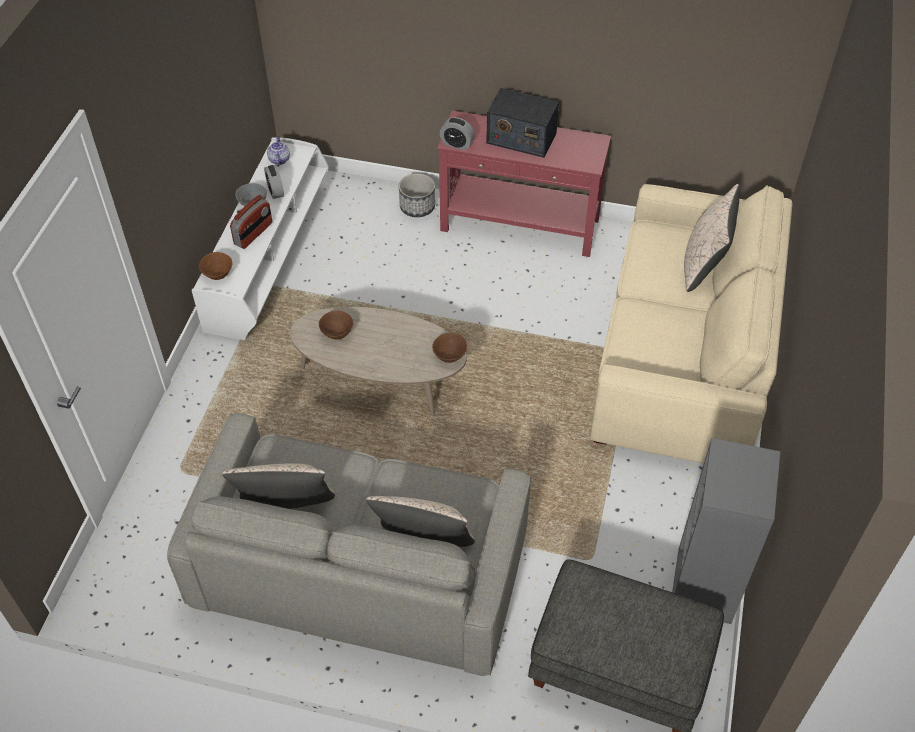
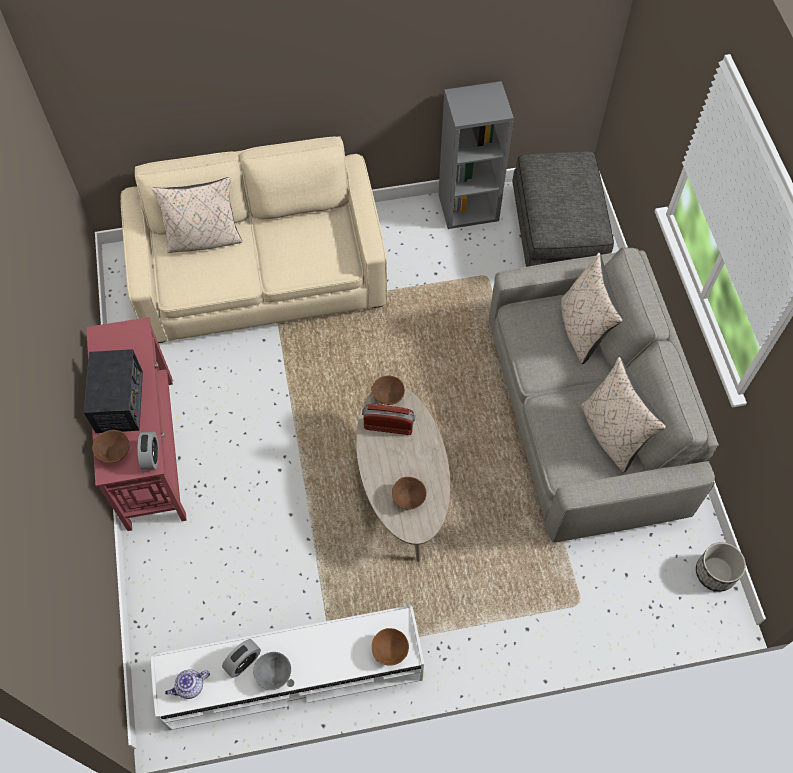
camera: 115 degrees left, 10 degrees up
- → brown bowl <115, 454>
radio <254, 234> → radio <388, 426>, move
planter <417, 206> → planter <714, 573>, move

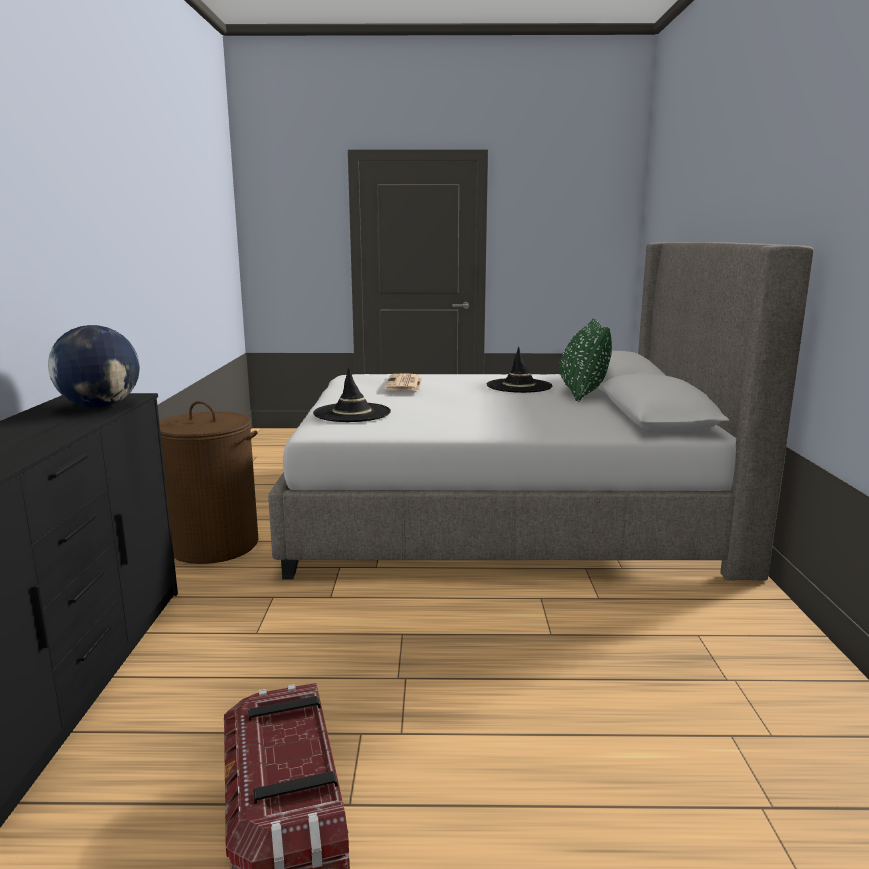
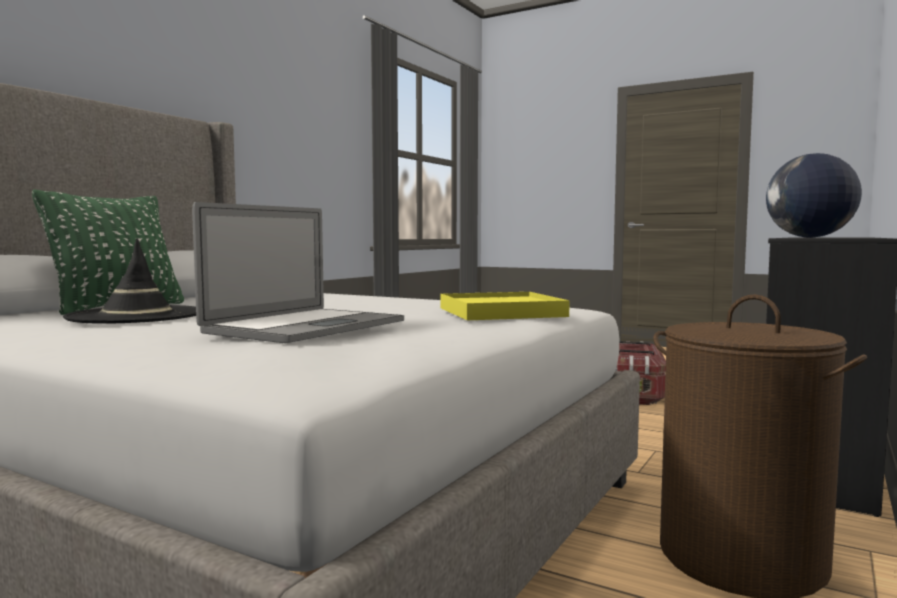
camera: 150 degrees left, 10 degrees down
newspaper <404, 384> → laptop <306, 326>
black hat <352, 413> → yellow tray <501, 312>

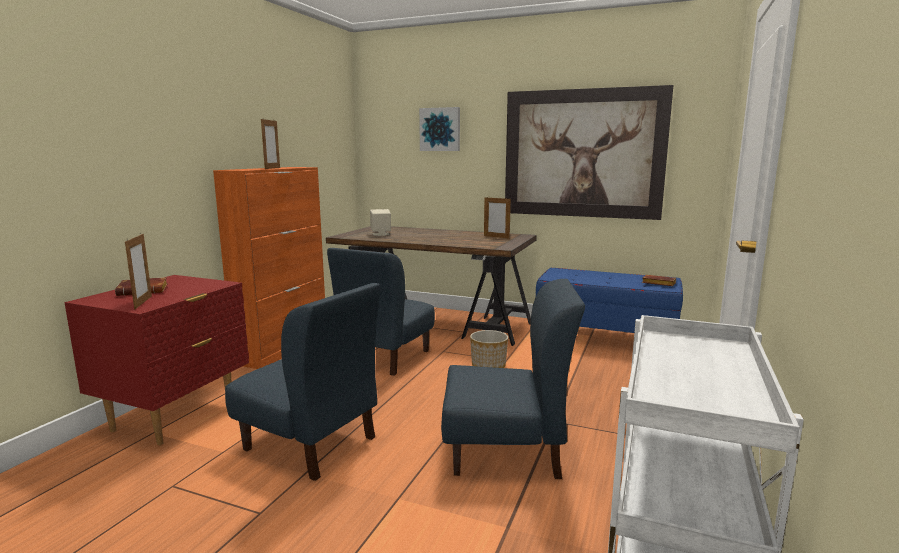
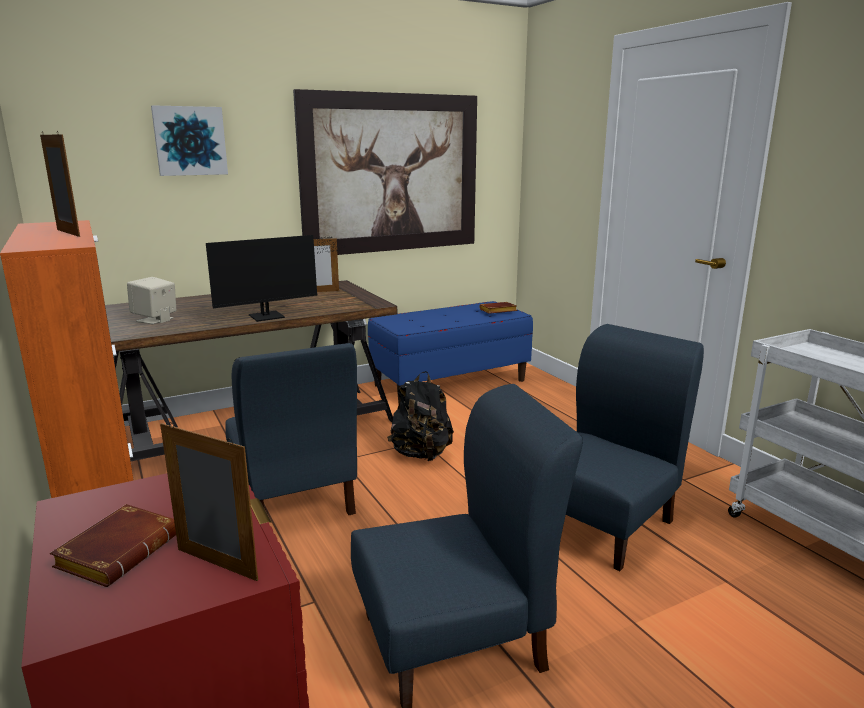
camera: 50 degrees left, 5 degrees up
- → monitor <272, 316>
planter <489, 366> → black backpack <421, 454>

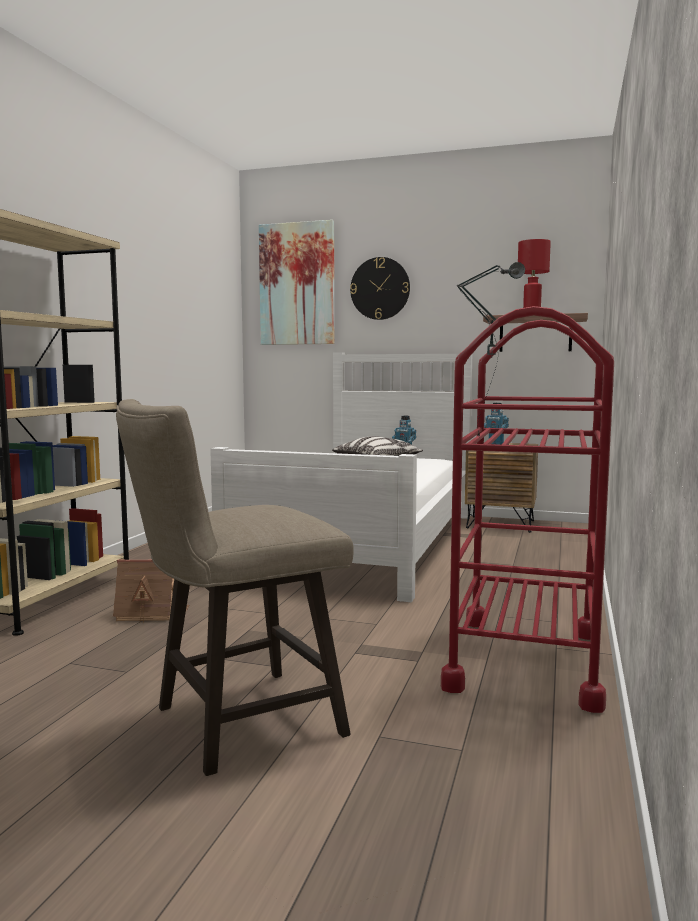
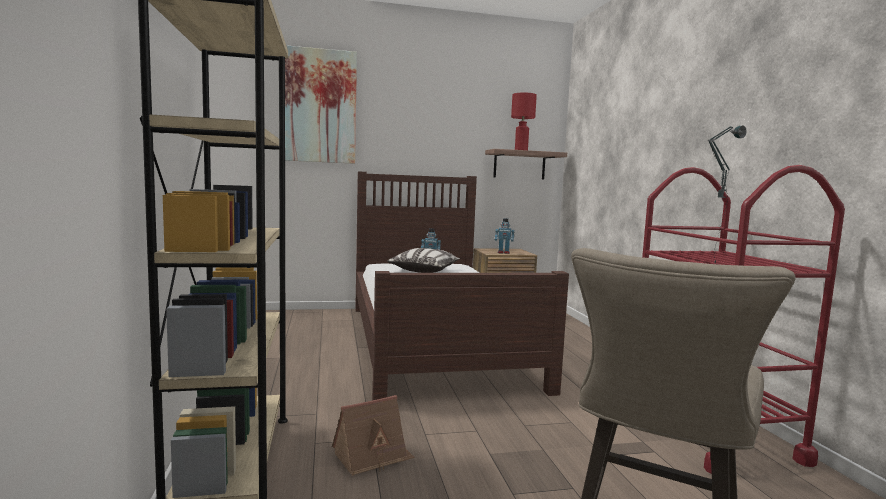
camera: 30 degrees left, 0 degrees up
white bed <365, 543> → brown bed <434, 342>
wall clock <380, 288> → -

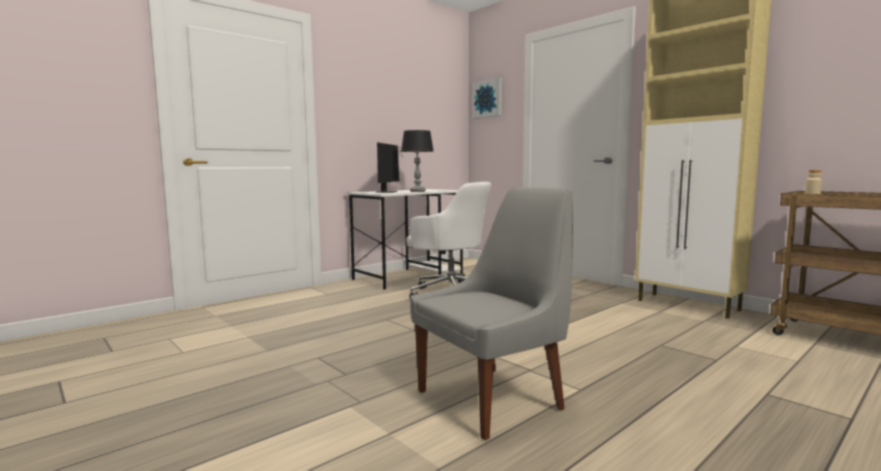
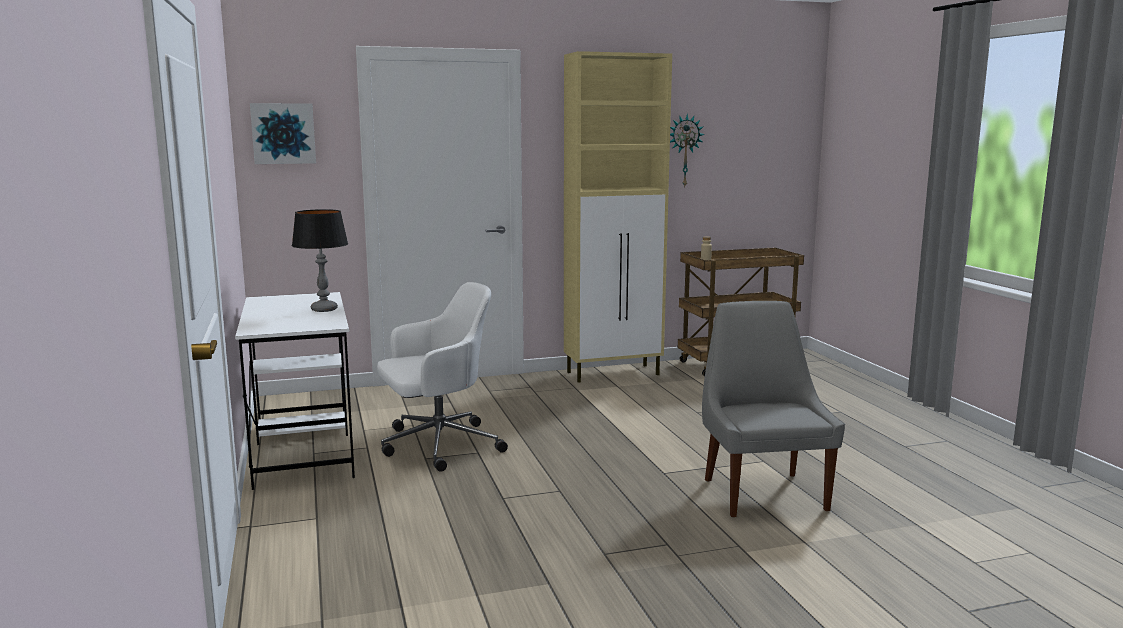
camera: 65 degrees left, 5 degrees up
- → wall clock <684, 150>
monitor <388, 192> → -

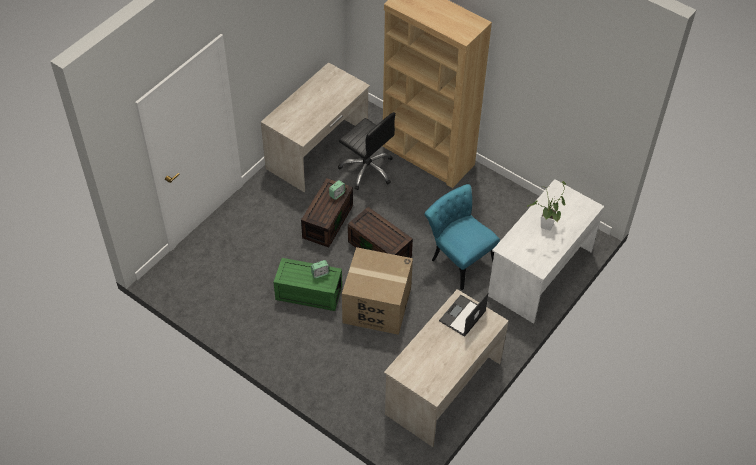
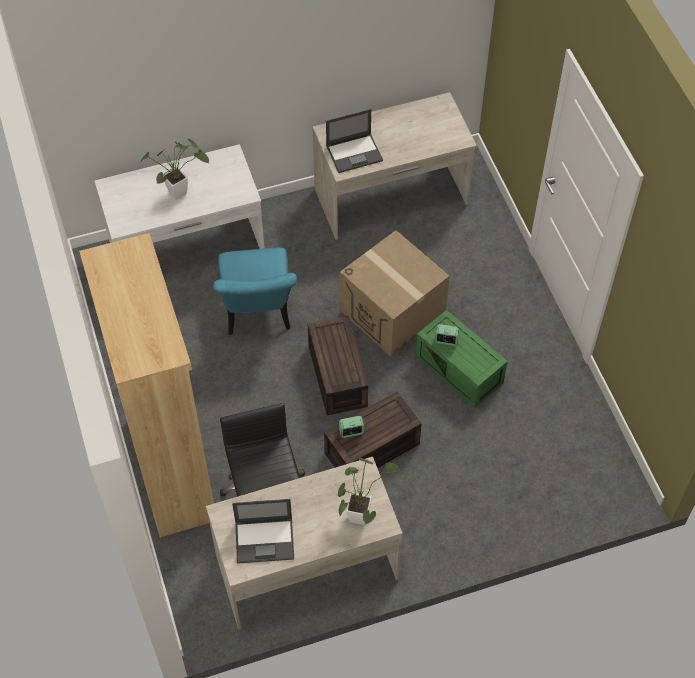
camera: 145 degrees left, 5 degrees up
- → laptop <265, 540>
- → potted plant <360, 513>

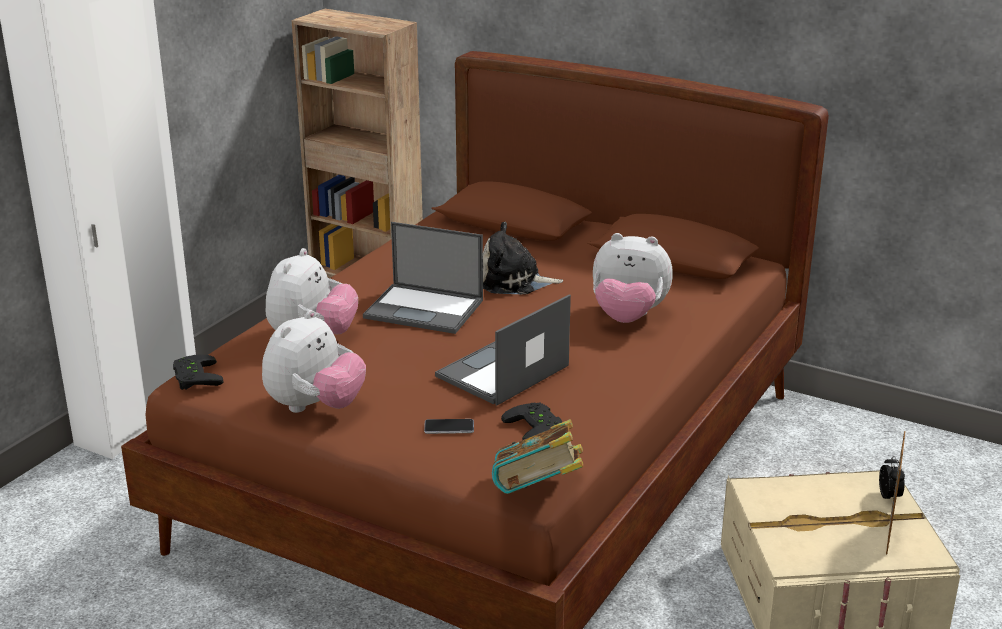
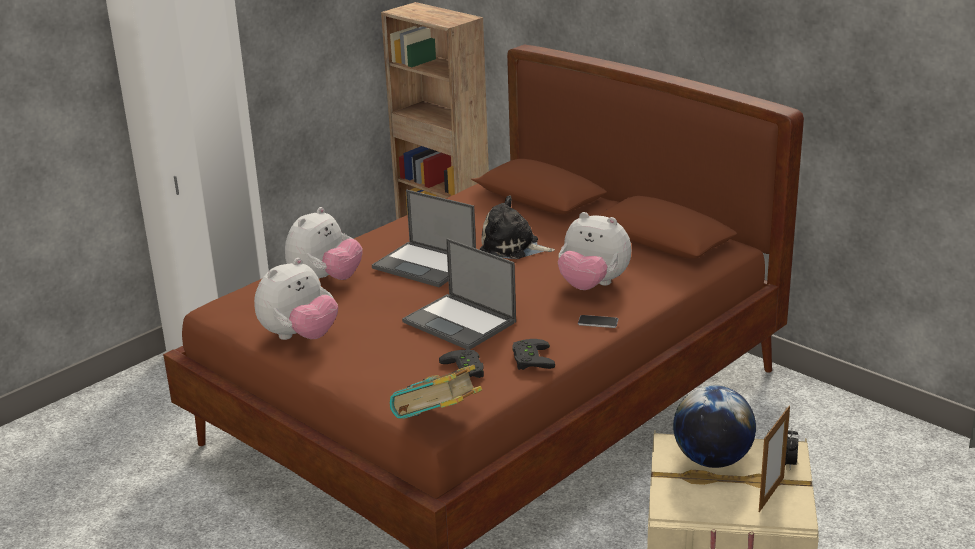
camera: 15 degrees right, 0 degrees up
laptop <502, 372> → laptop <460, 322>, 105 degrees counterclockwise
black game controller <193, 377> → black game controller <529, 359>, move
phone <449, 427> → phone <598, 322>, move
- → globe <712, 460>

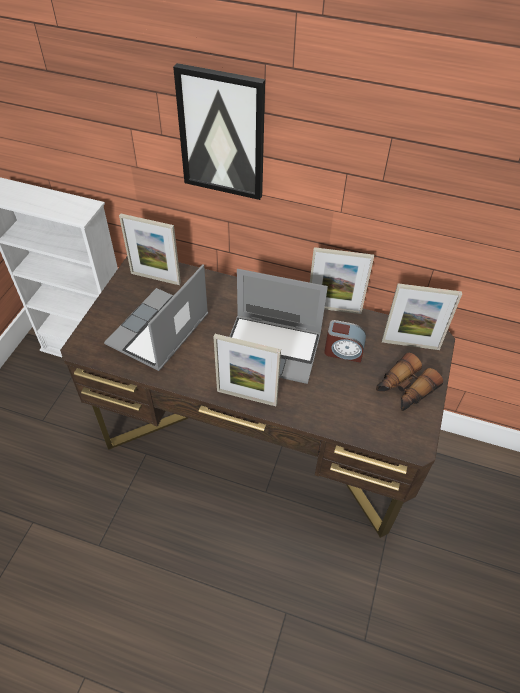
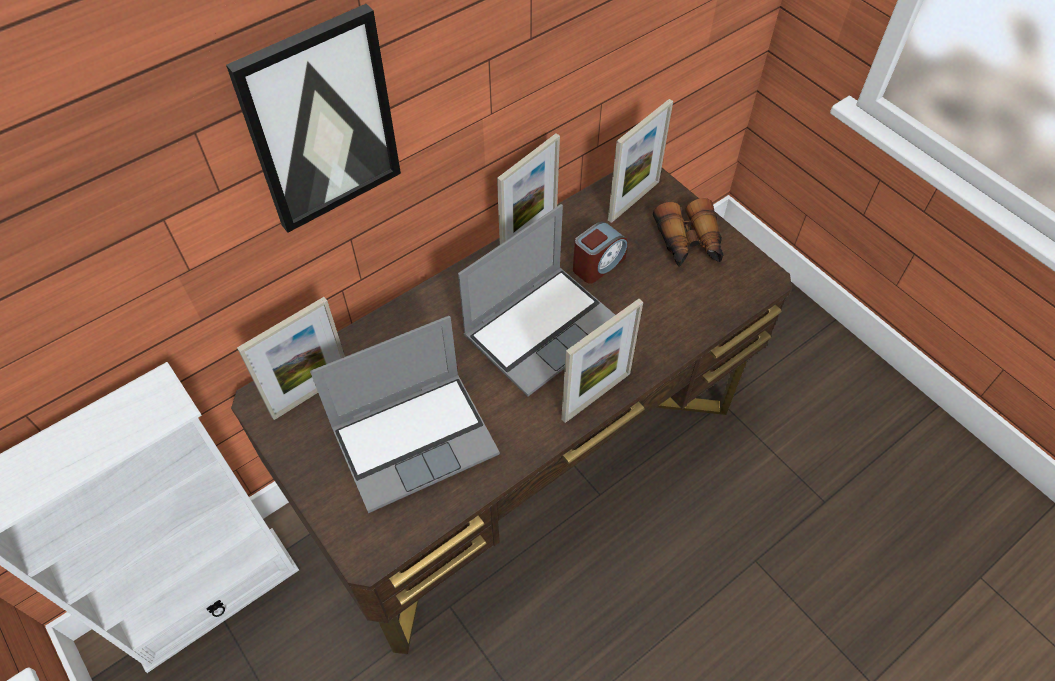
camera: 55 degrees left, 5 degrees up
laptop <159, 332> → laptop <416, 439>, 90 degrees counterclockwise

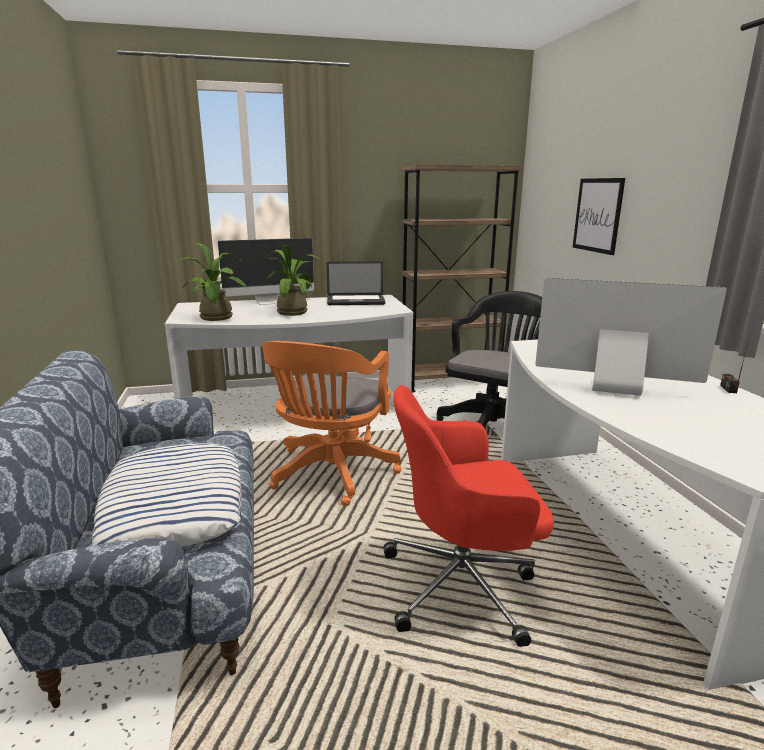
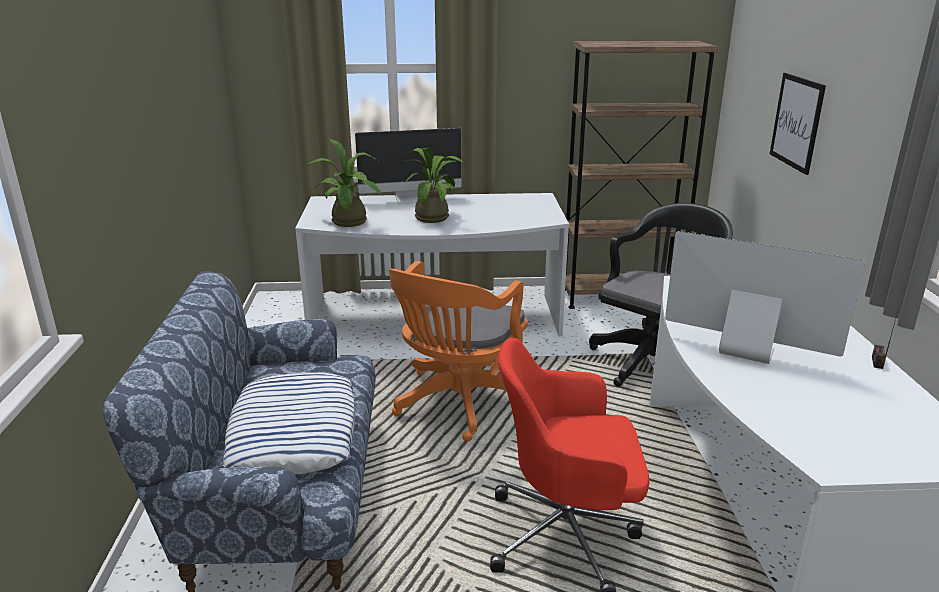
camera: 10 degrees right, 5 degrees up
laptop <355, 301> → -

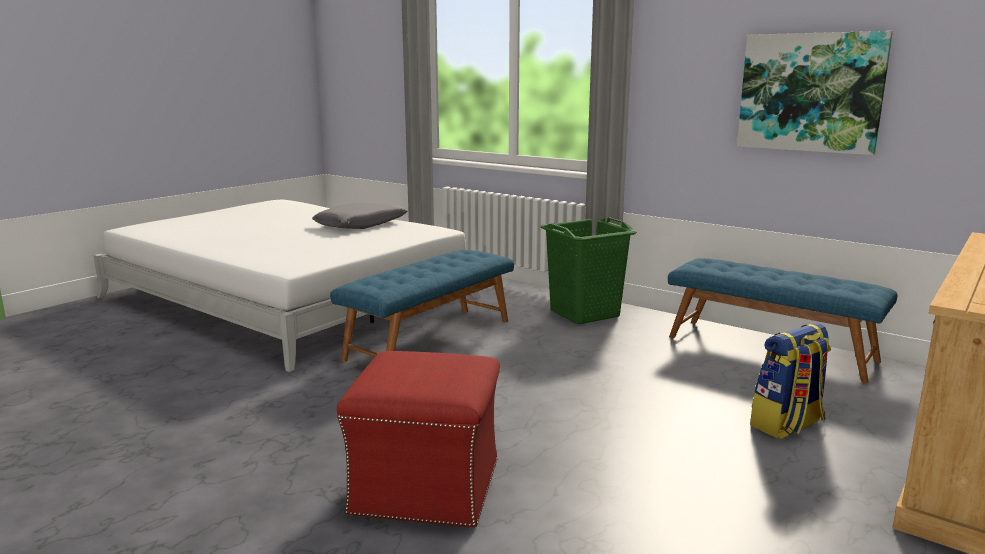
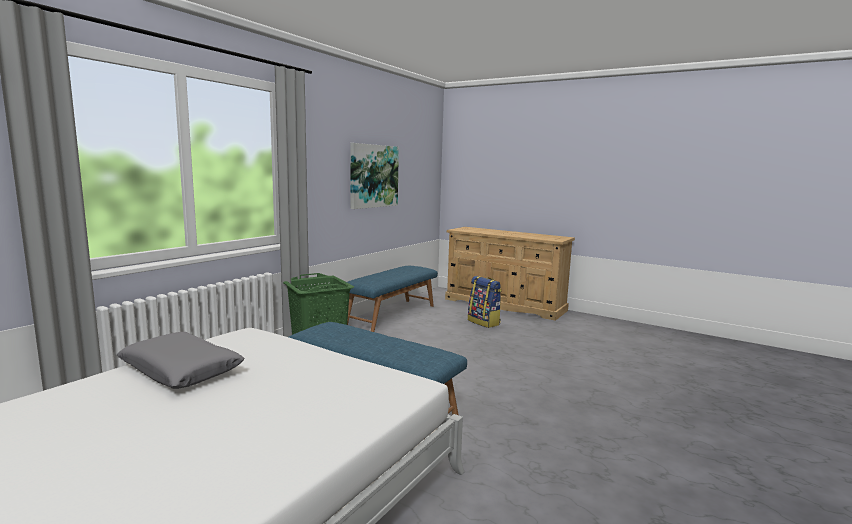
camera: 95 degrees left, 5 degrees down
red ottoman <428, 487> → -

